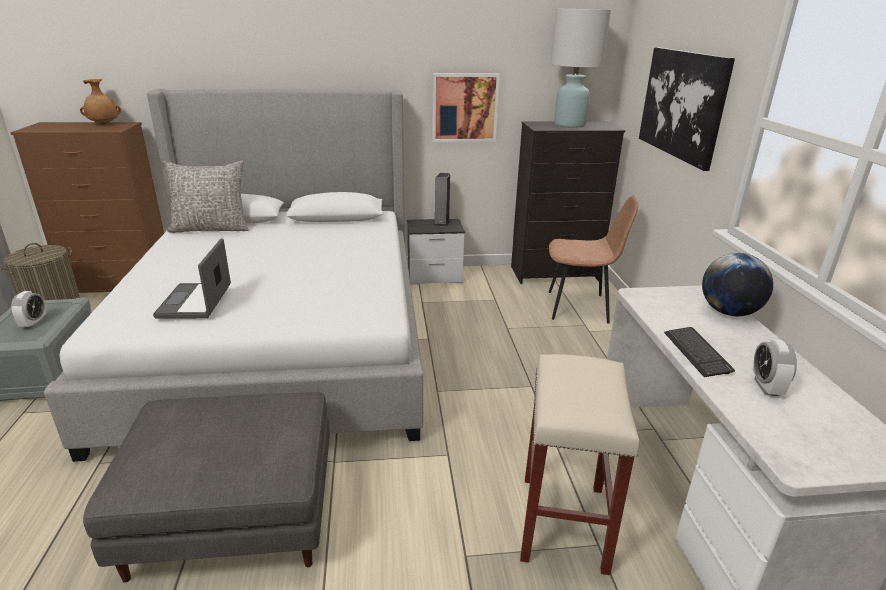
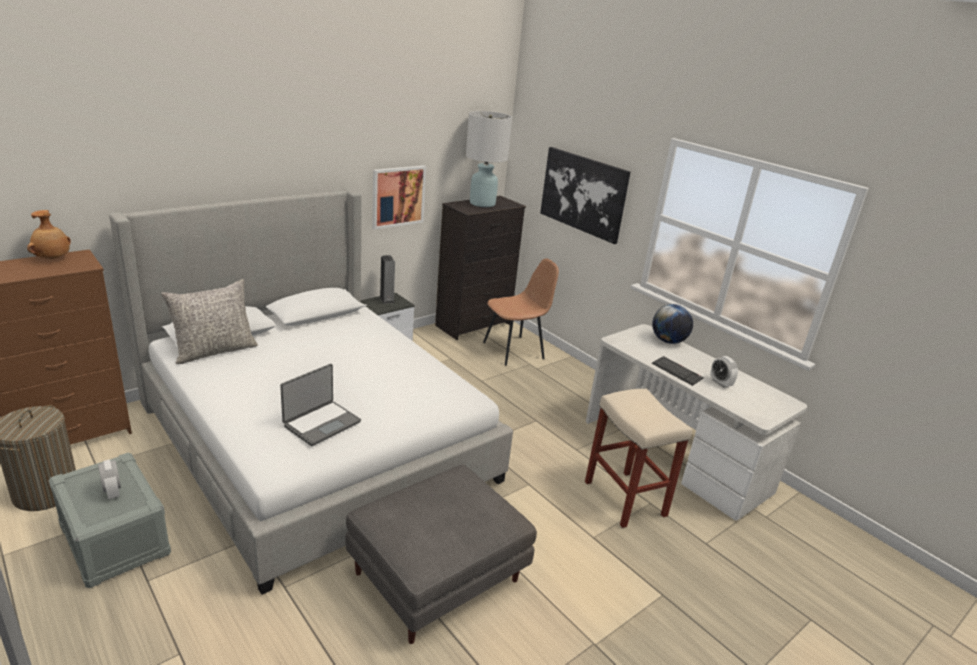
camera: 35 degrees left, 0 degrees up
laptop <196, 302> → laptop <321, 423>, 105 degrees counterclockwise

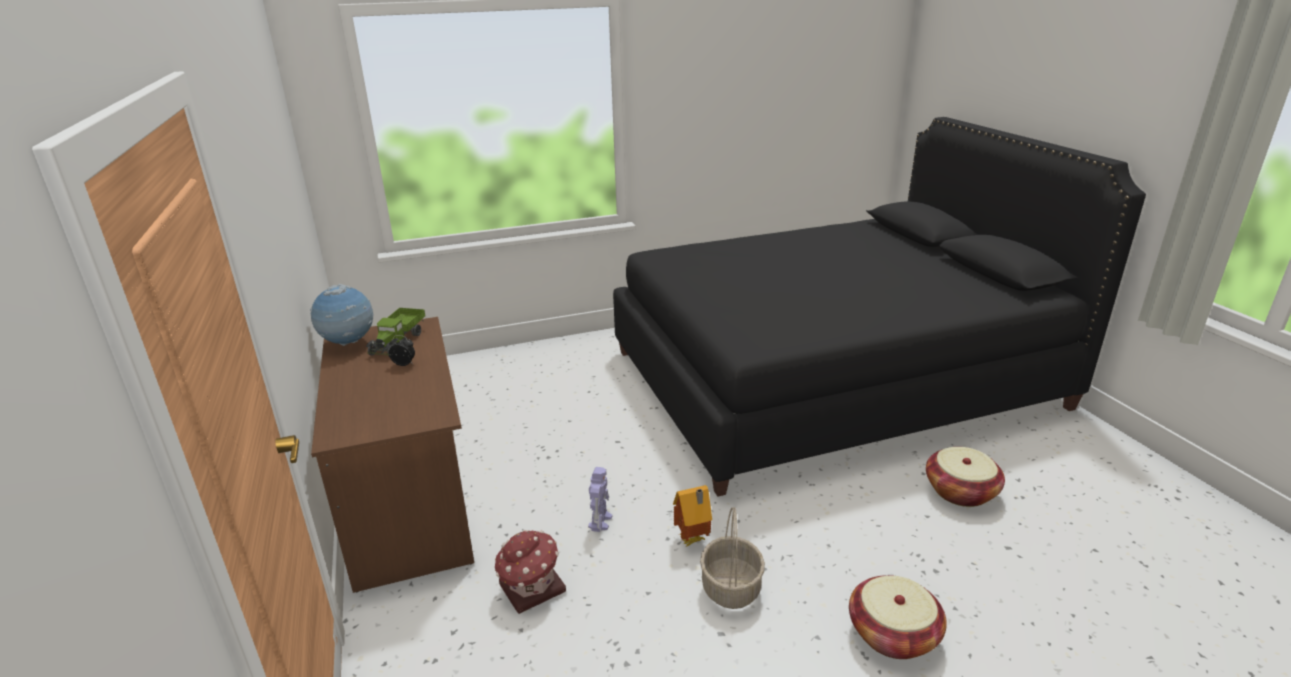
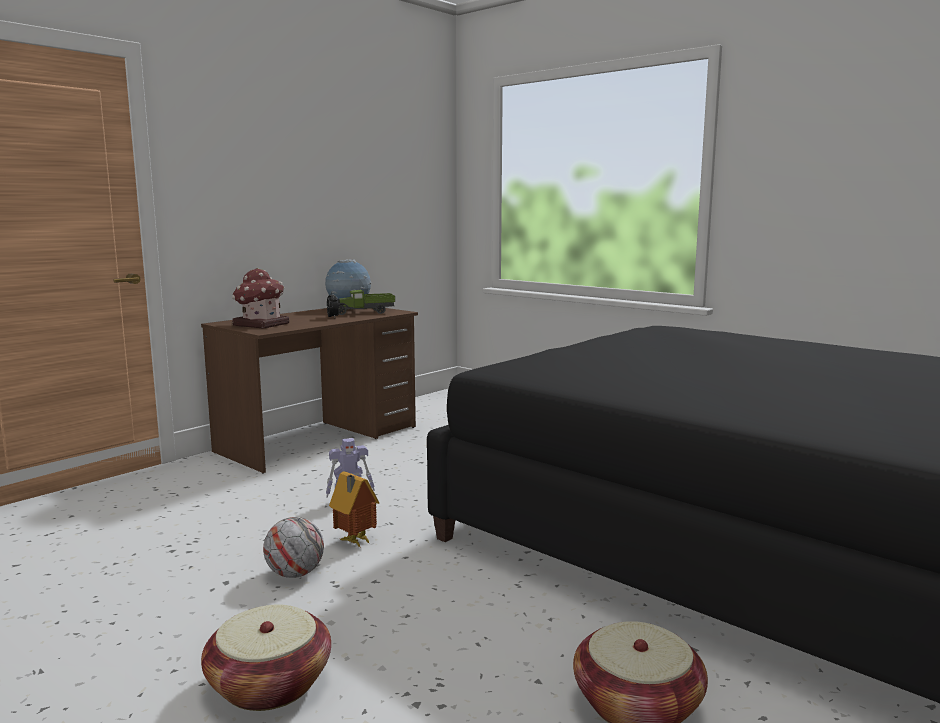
camera: 60 degrees right, 15 degrees down
toy house <531, 589> → toy house <260, 324>, move
basket <730, 587> → football <295, 574>

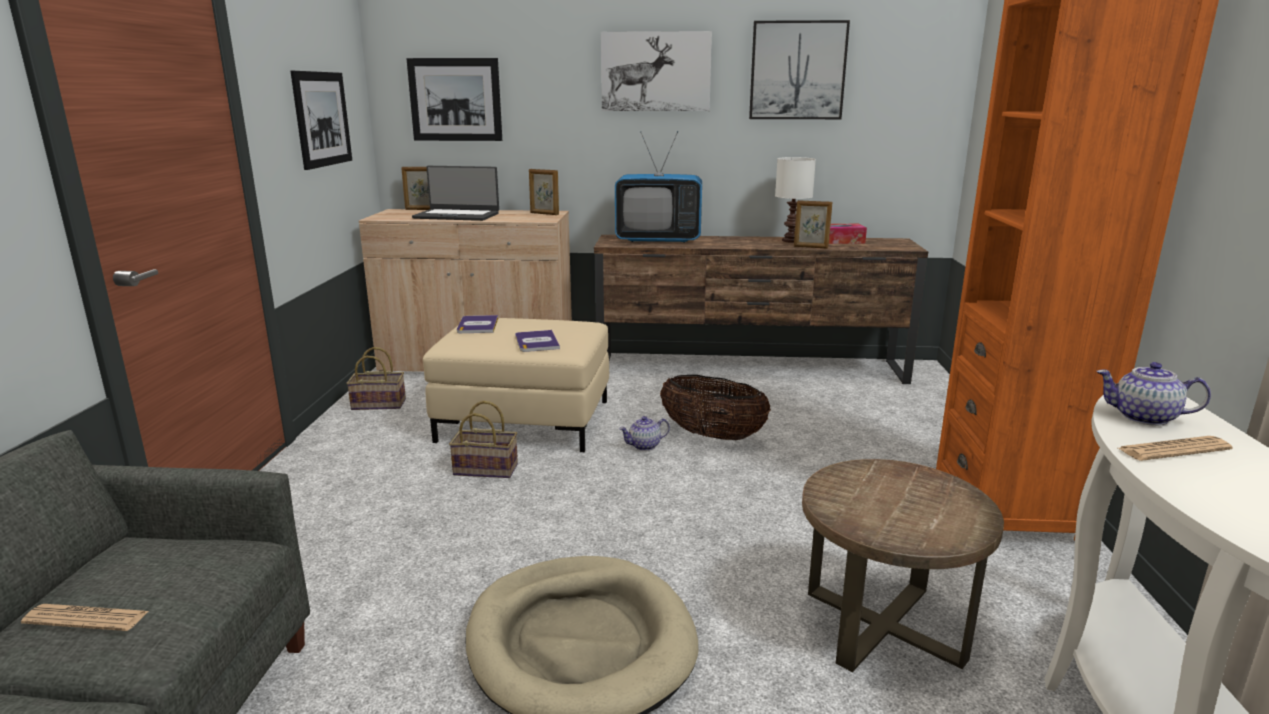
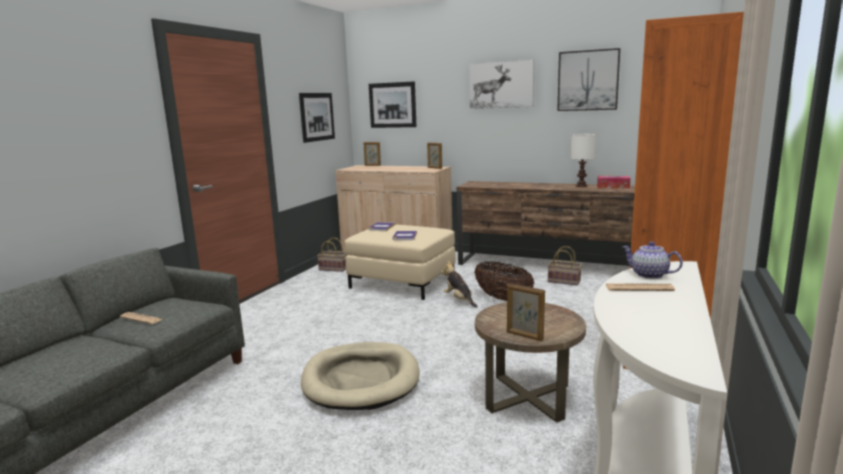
camera: 20 degrees right, 5 degrees down
teapot <644, 446> → plush toy <459, 300>
picture frame <810, 247> → picture frame <524, 336>, move
basket <487, 469> → basket <565, 281>, move
laptop <457, 215> → -
television <658, 240> → -

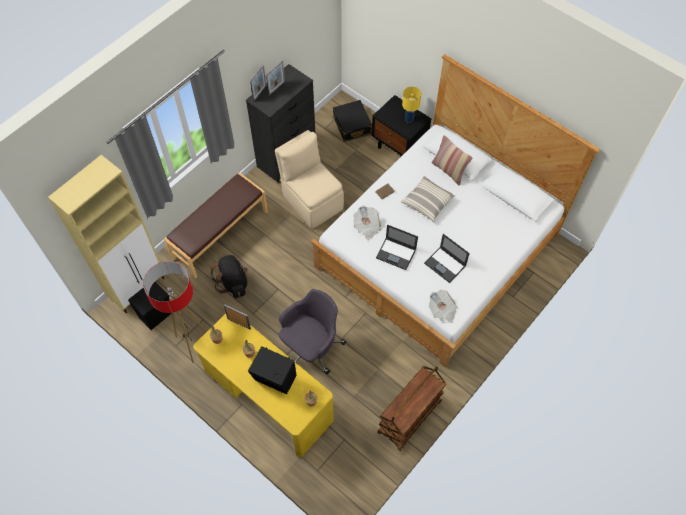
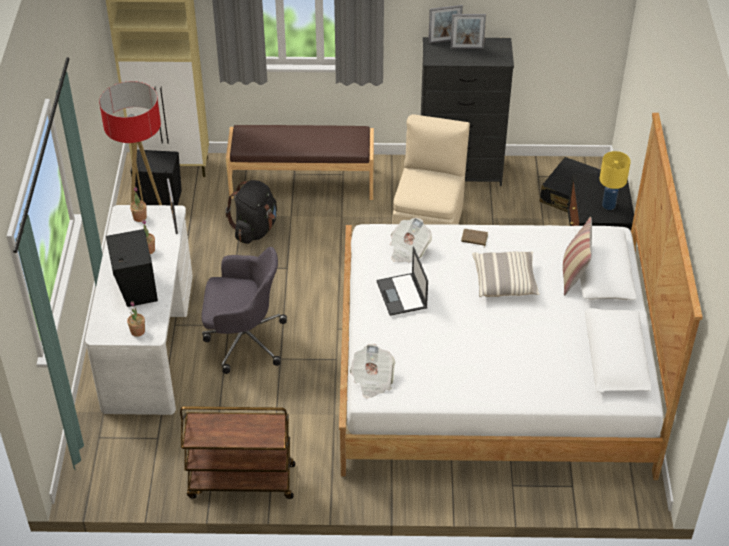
camera: 50 degrees right, 15 degrees down
yellow desk <268, 396> → white desk <148, 341>
laptop <445, 265> → -

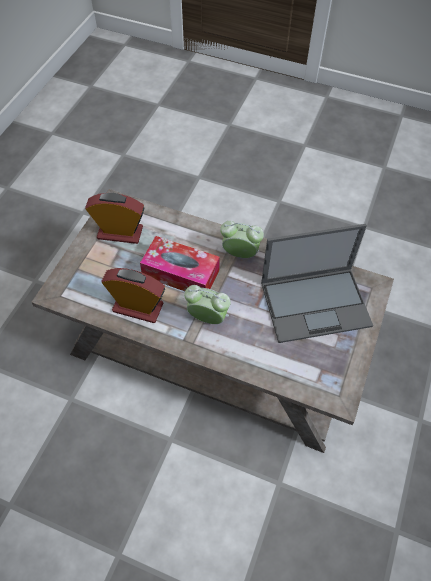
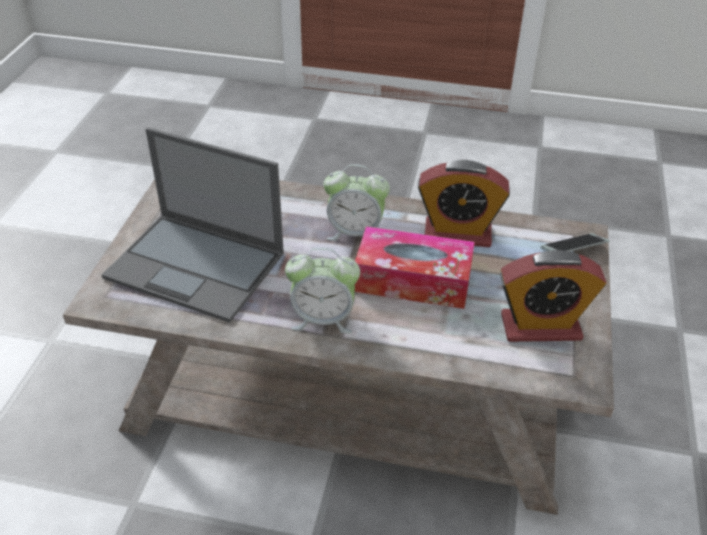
camera: 170 degrees right, 15 degrees down
laptop <316, 303> → laptop <197, 266>, 135 degrees counterclockwise
- → phone <573, 249>

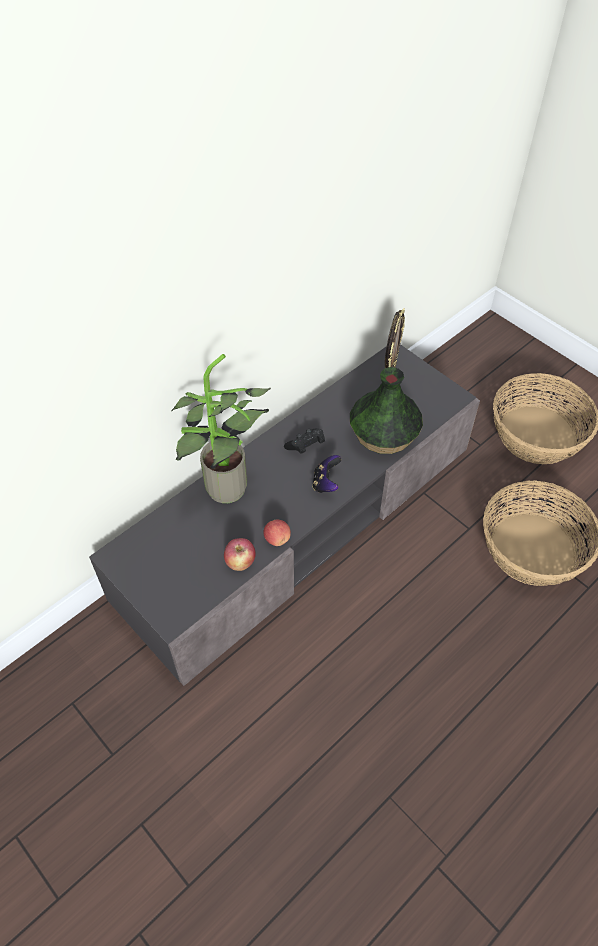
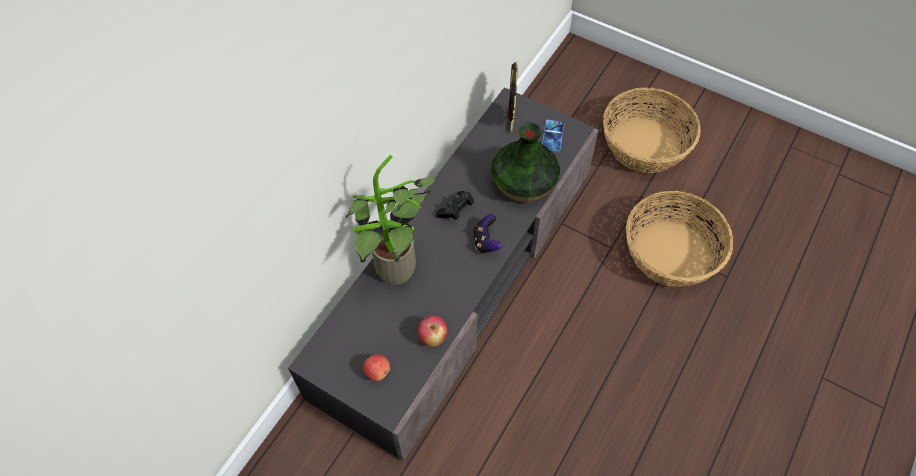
camera: 15 degrees left, 5 degrees up
apple <277, 539> → apple <377, 372>, move
- → phone <552, 135>

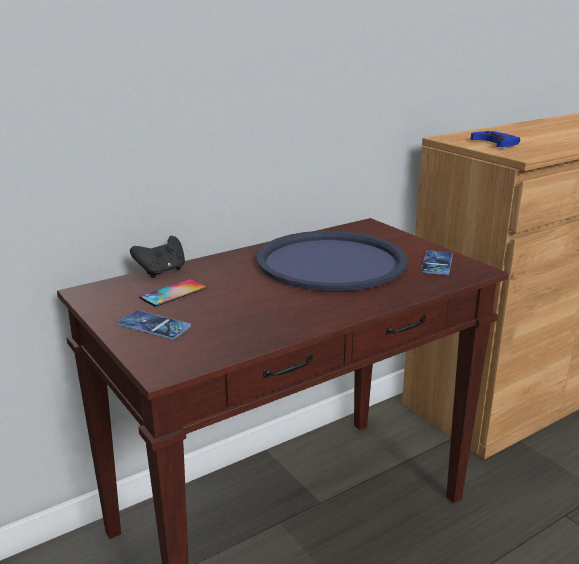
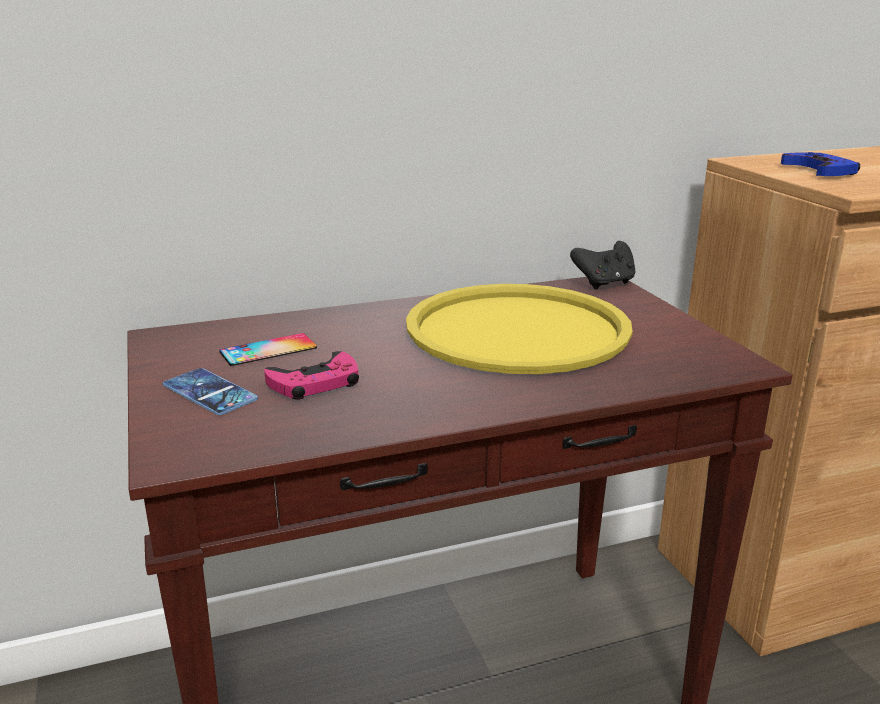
camera: 15 degrees right, 0 degrees up
- → pink game controller <315, 383>
blue tray <331, 262> → yellow tray <517, 330>
black game controller <162, 271> → black game controller <604, 283>, move
phone <437, 263> → -

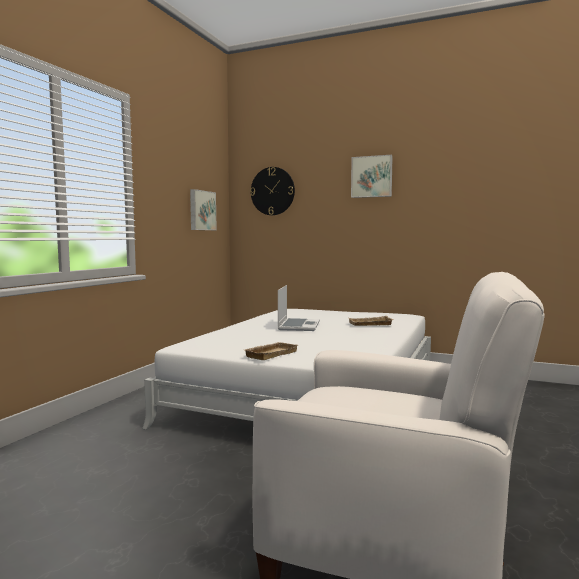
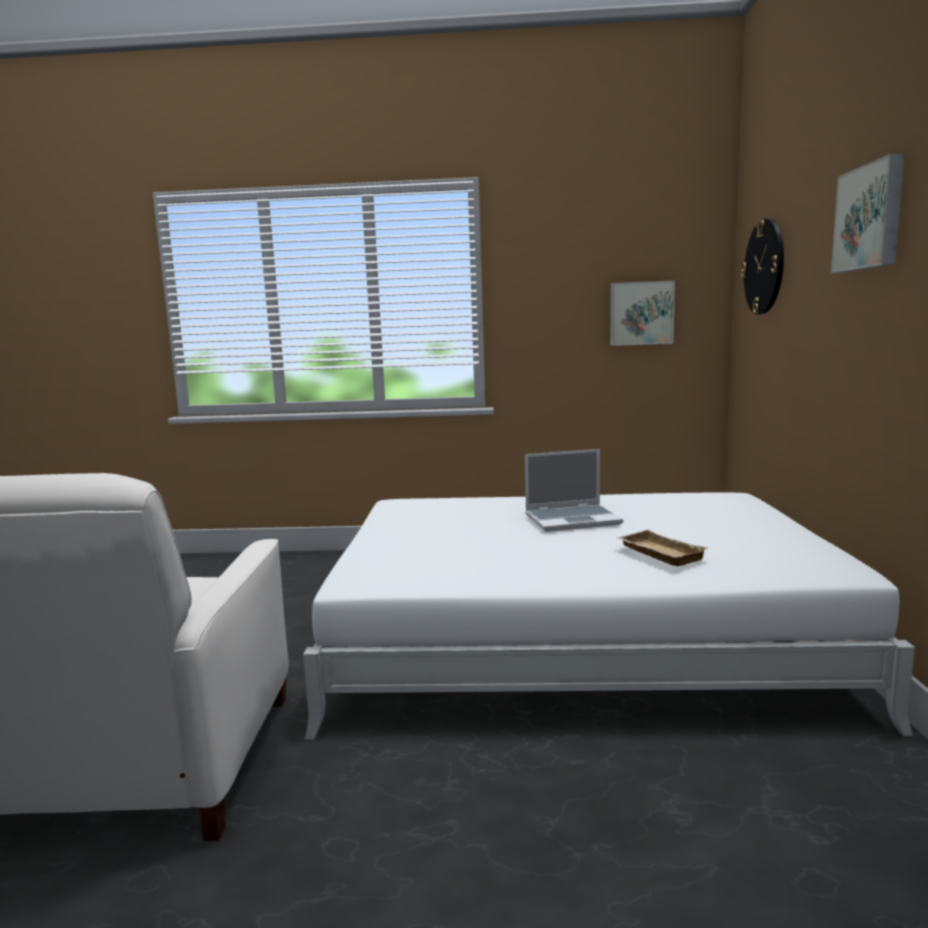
camera: 70 degrees right, 5 degrees up
beige tray <270, 354> → -

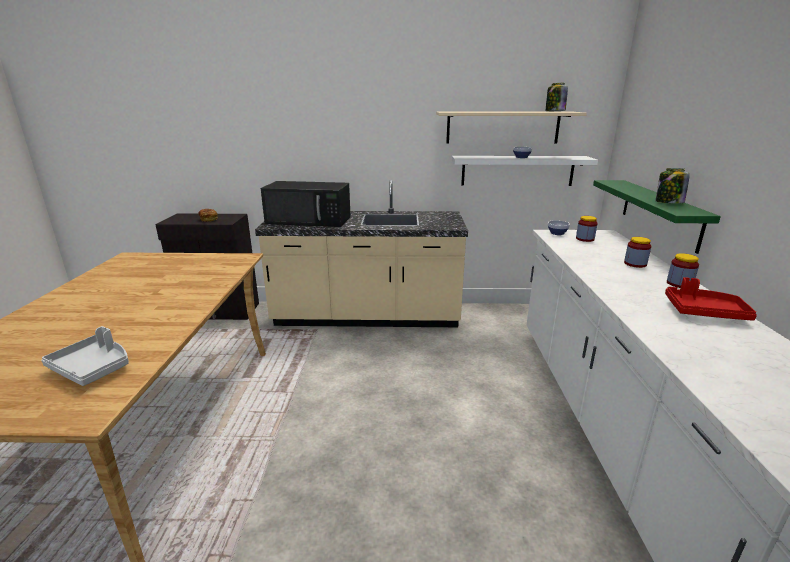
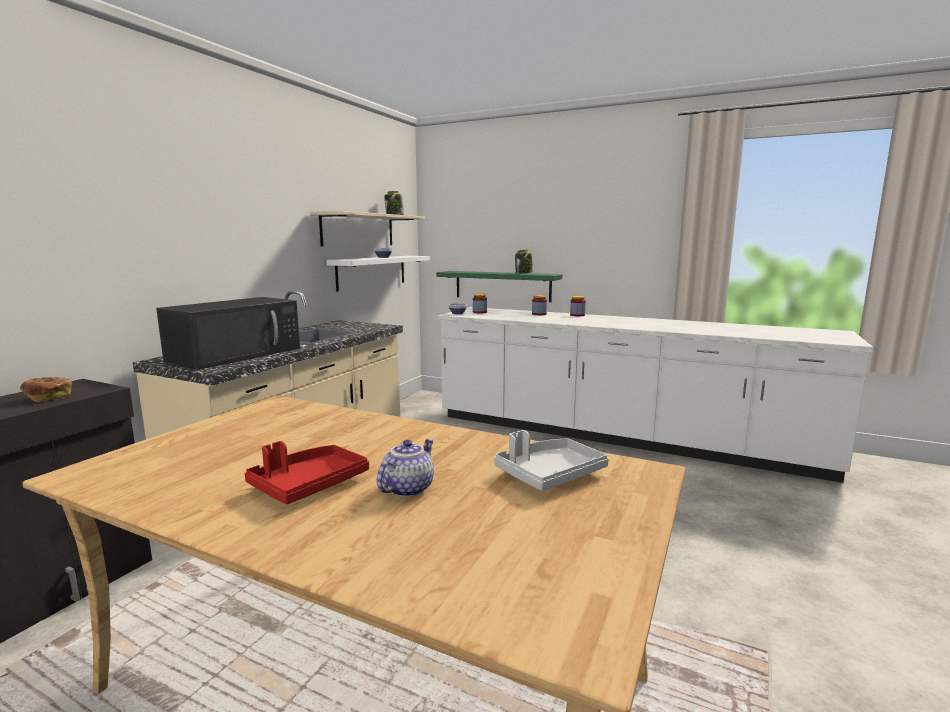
camera: 65 degrees left, 10 degrees down
red tray <704, 312> → red tray <308, 485>, move
- → teapot <407, 488>

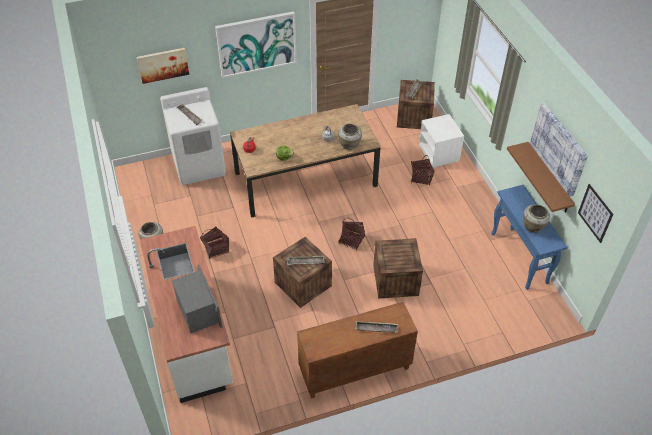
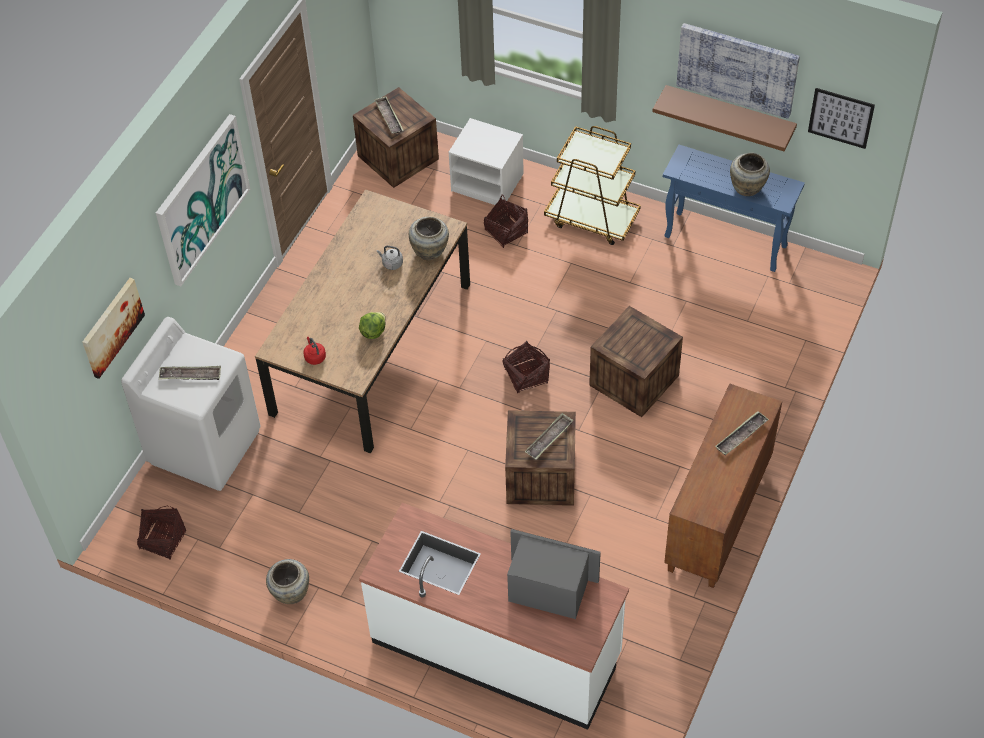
camera: 45 degrees left, 5 degrees up
basket <216, 248> → basket <162, 540>, move
- → brown cart <592, 218>

